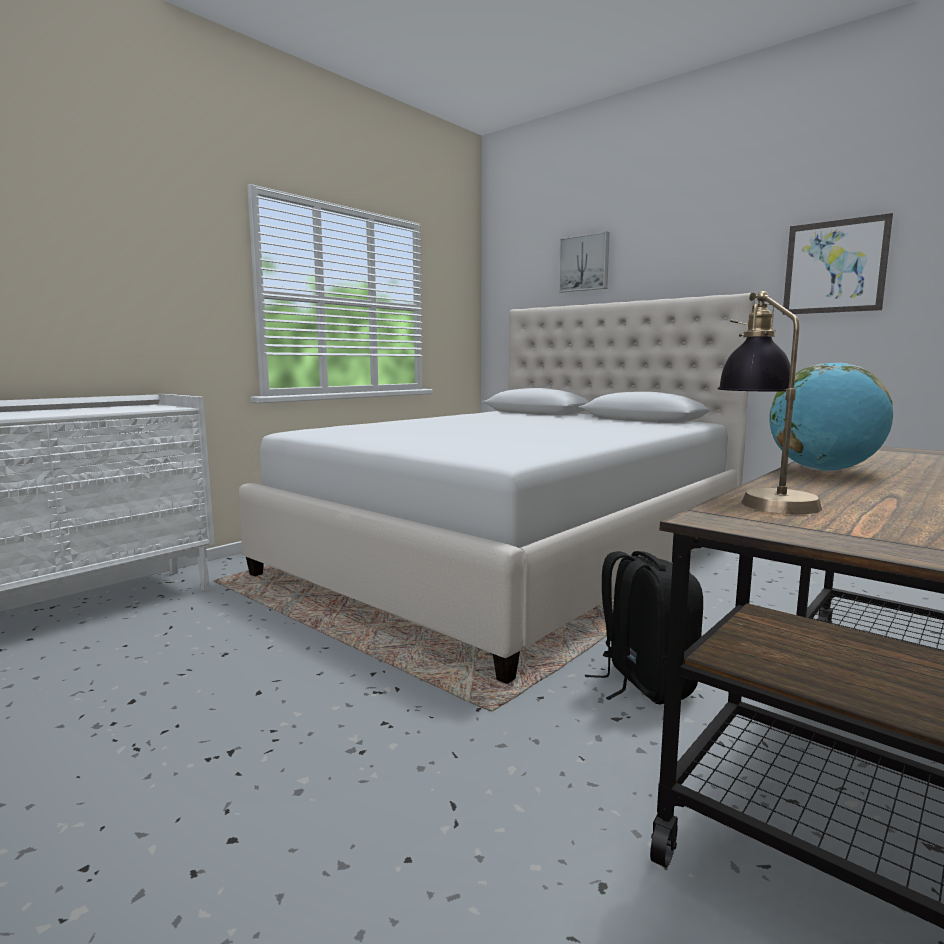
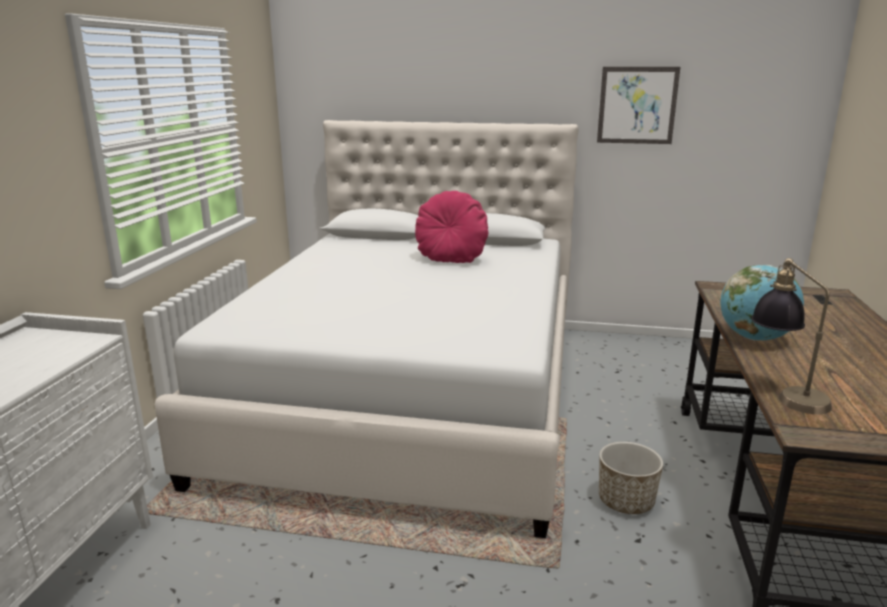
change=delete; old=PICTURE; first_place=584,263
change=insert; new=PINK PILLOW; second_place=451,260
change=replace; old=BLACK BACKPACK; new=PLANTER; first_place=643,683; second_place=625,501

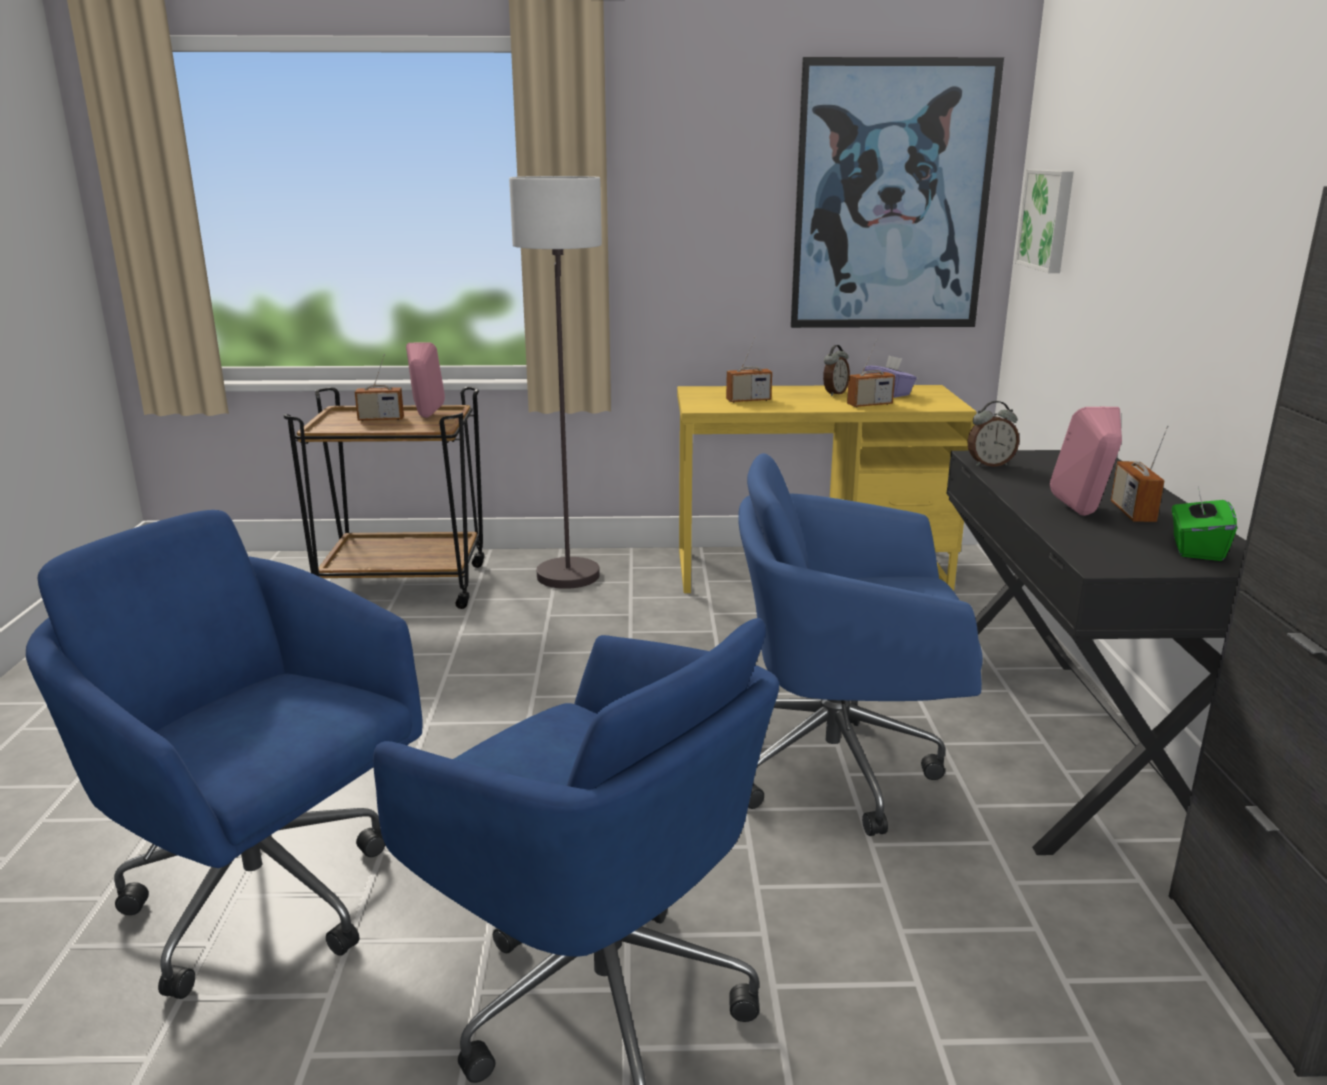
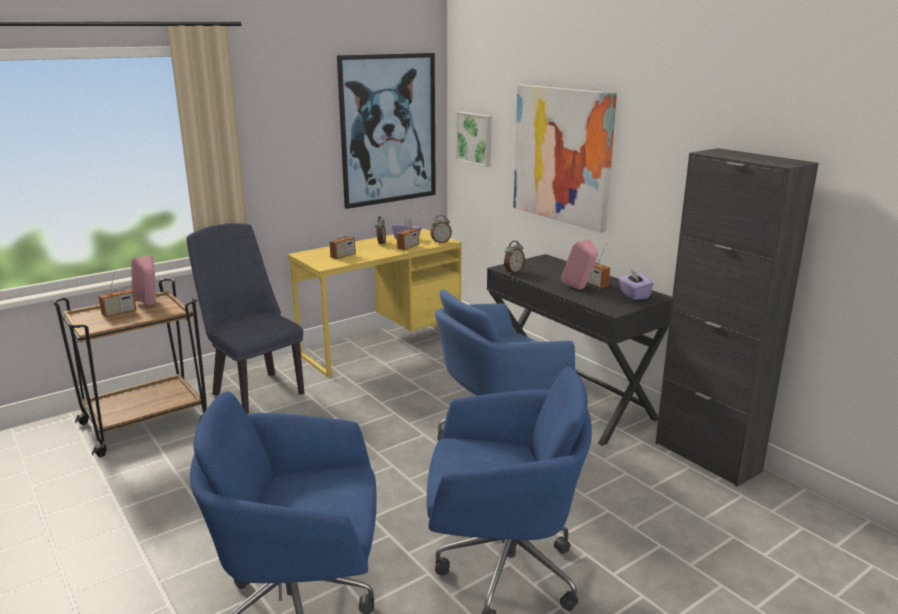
change=insert; new=ALARM CLOCK; second_place=440,242
change=insert; new=PICTURE; second_place=562,155
change=replace; old=WHITE FLOOR LAMP; new=BLUE CHAIR; first_place=569,583; second_place=254,390
change=recolor; old=GREEN TISSUE BOX; new=PURPLE TISSUE BOX; first_place=1196,548; second_place=634,295

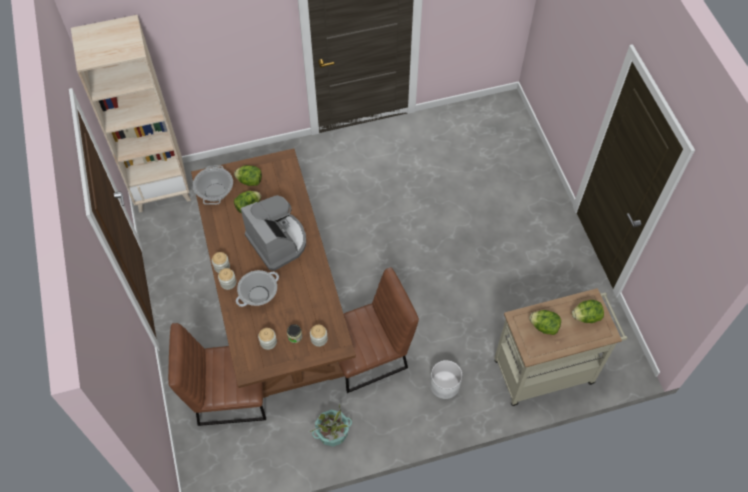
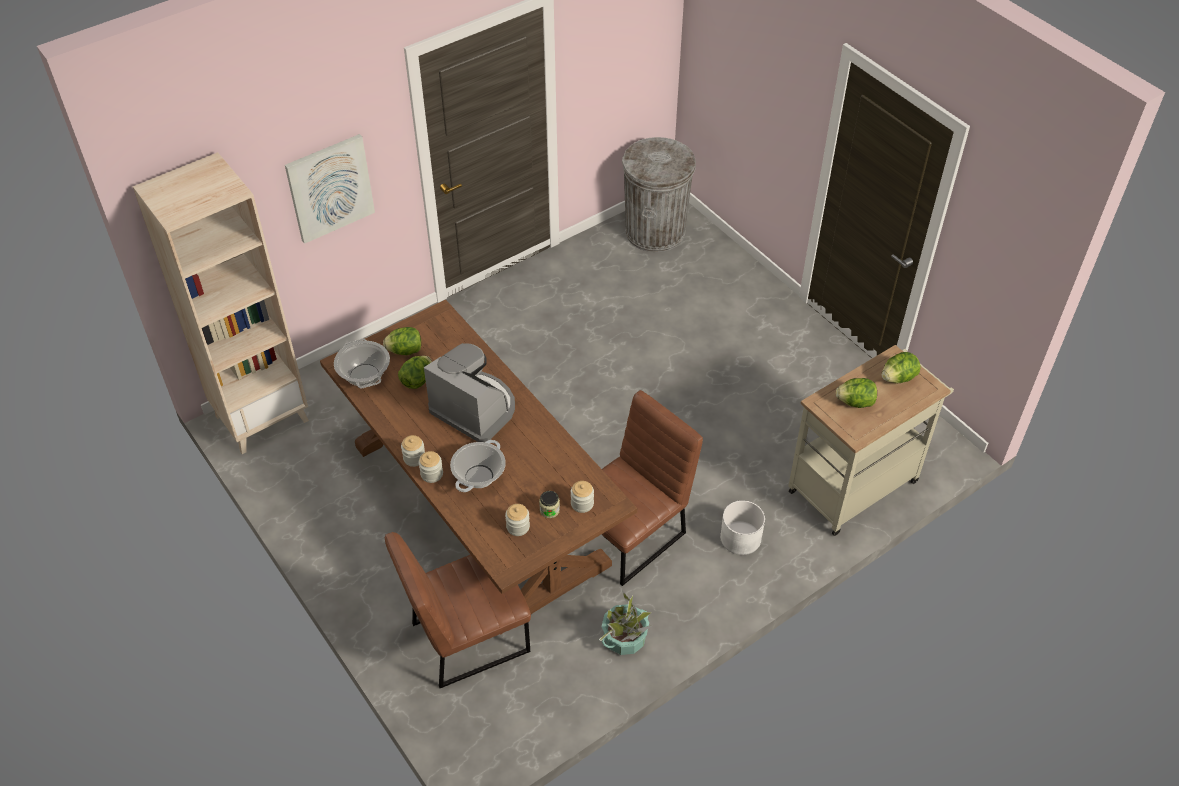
change=insert; new=PICTURE; second_place=330,188
change=insert; new=GREY TRASH CAN; second_place=655,232

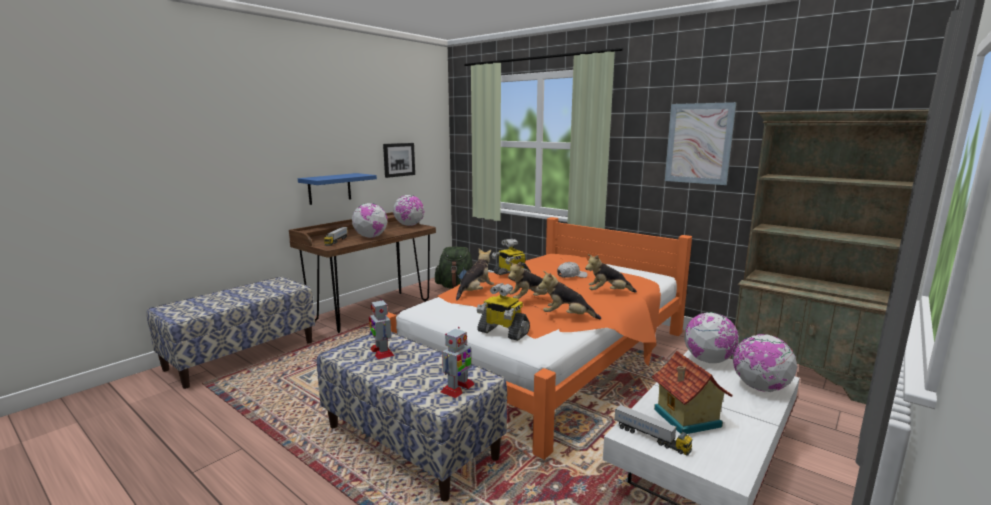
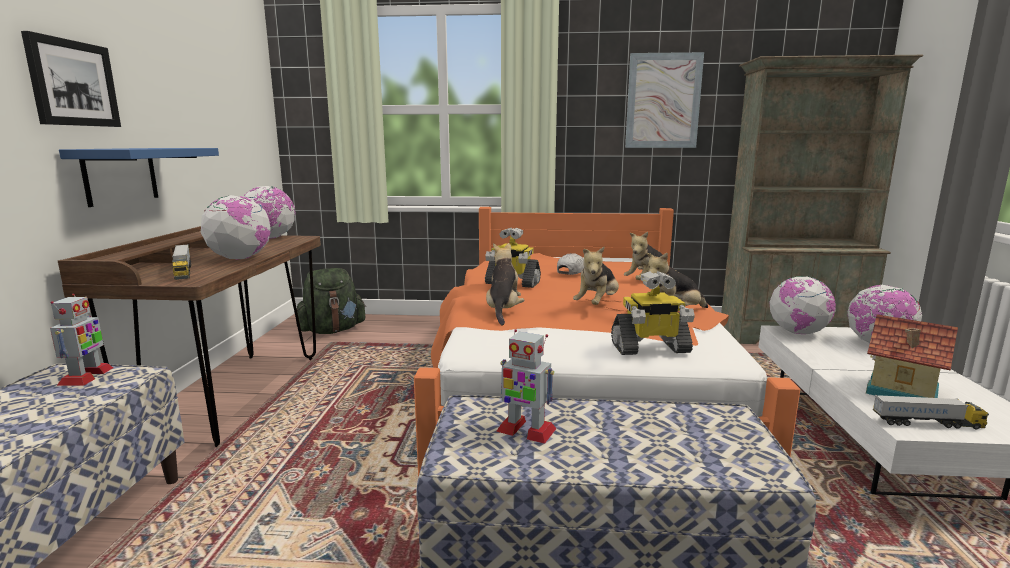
change=move; old=PICTURE; first_place=398,159; second_place=72,83
change=move; old=TOY ROBOT; first_place=457,388; second_place=86,377

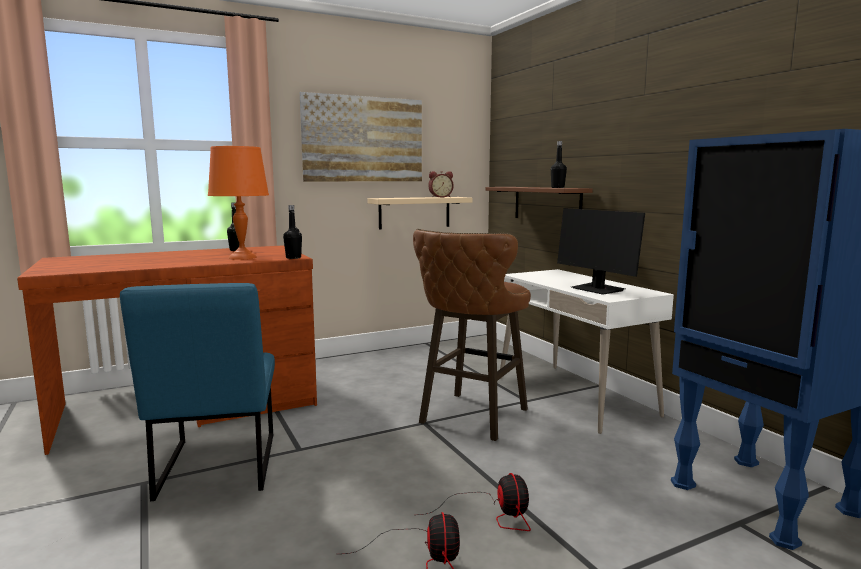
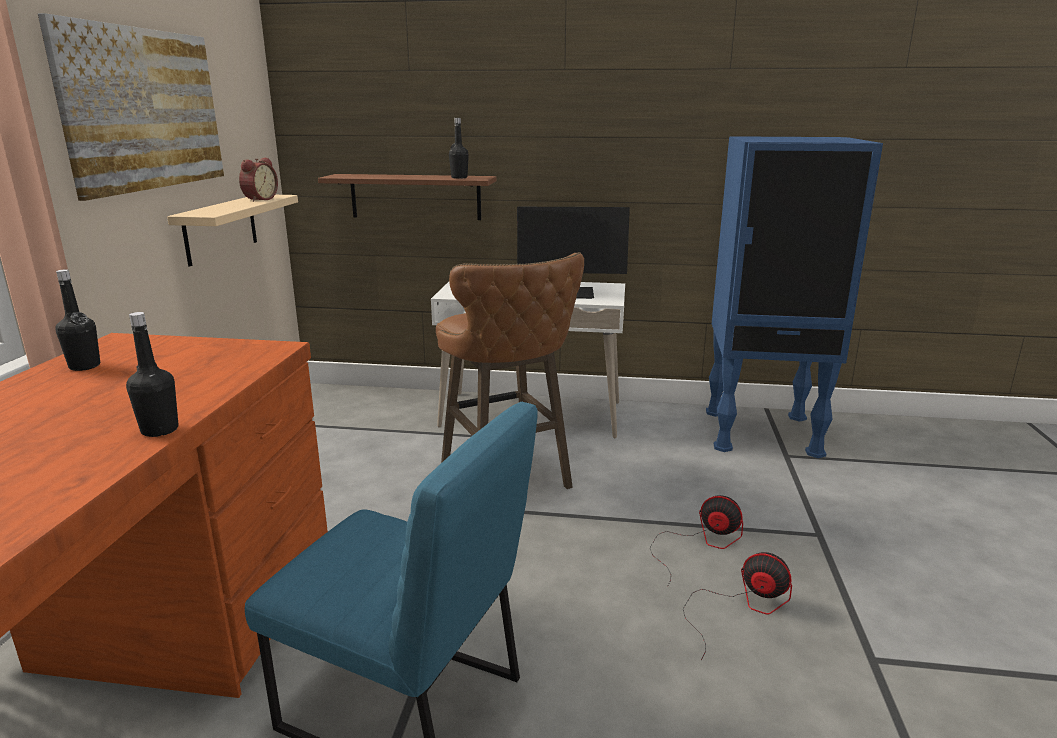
change=delete; old=ORANGE TABLE LAMP; first_place=242,257
change=move; old=BLACK BOTTLE; first_place=293,258; second_place=160,430

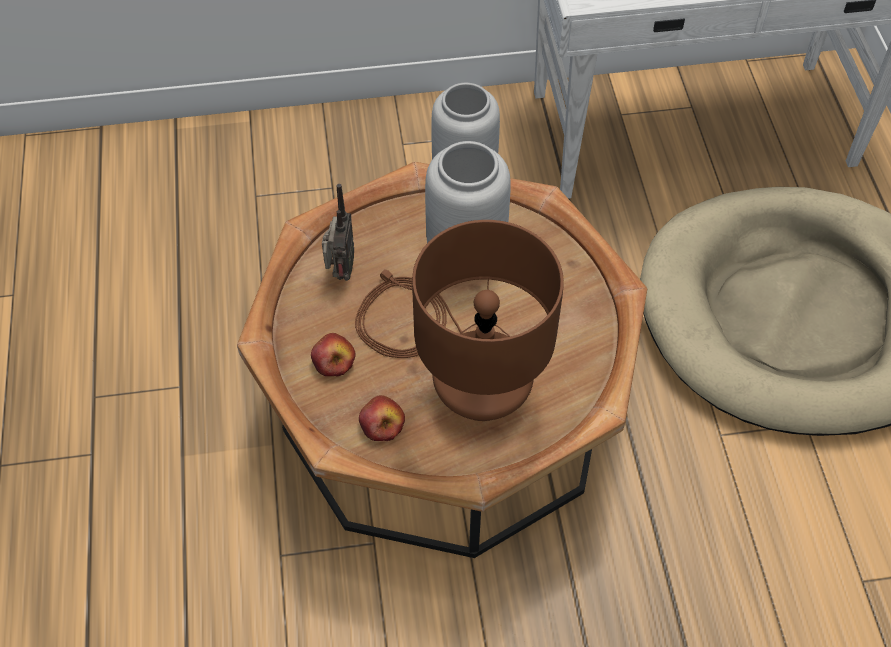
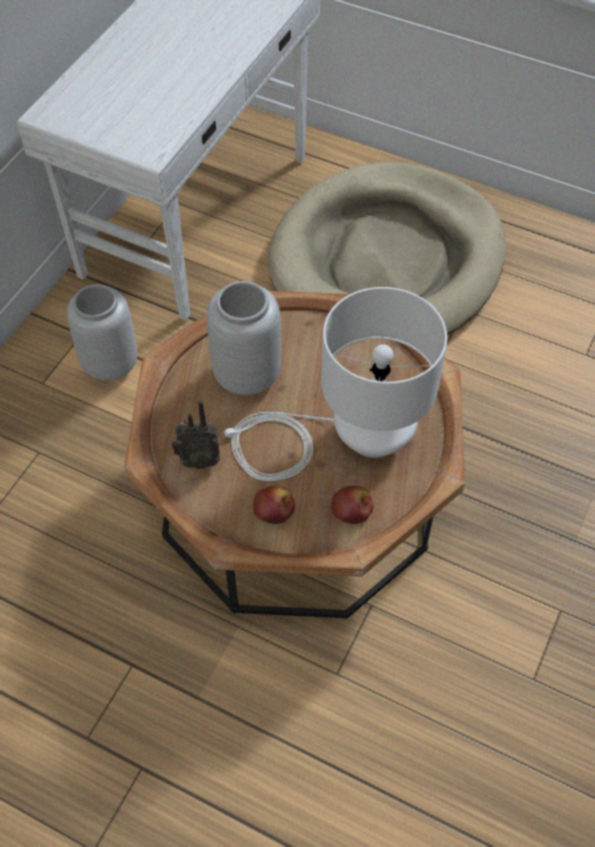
change=recolor; old=BROWN TABLE LAMP; new=WHITE TABLE LAMP; first_place=450,363; second_place=334,439
change=rotate; old=RADIO; first_place=340,272; second_place=198,460; degrees=135

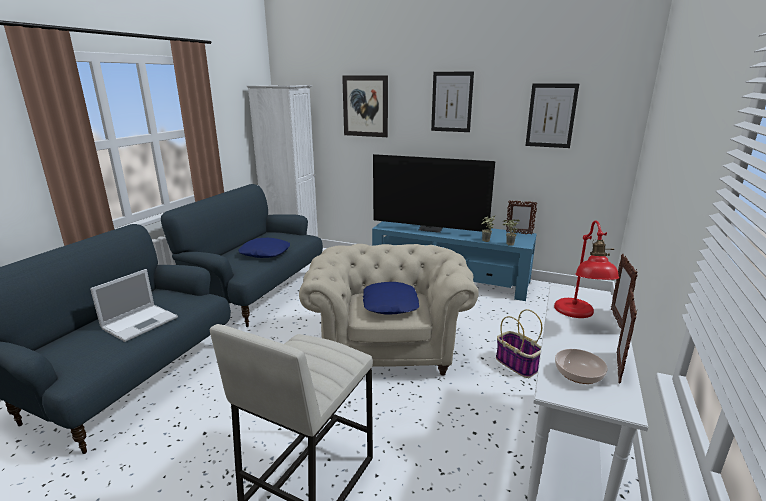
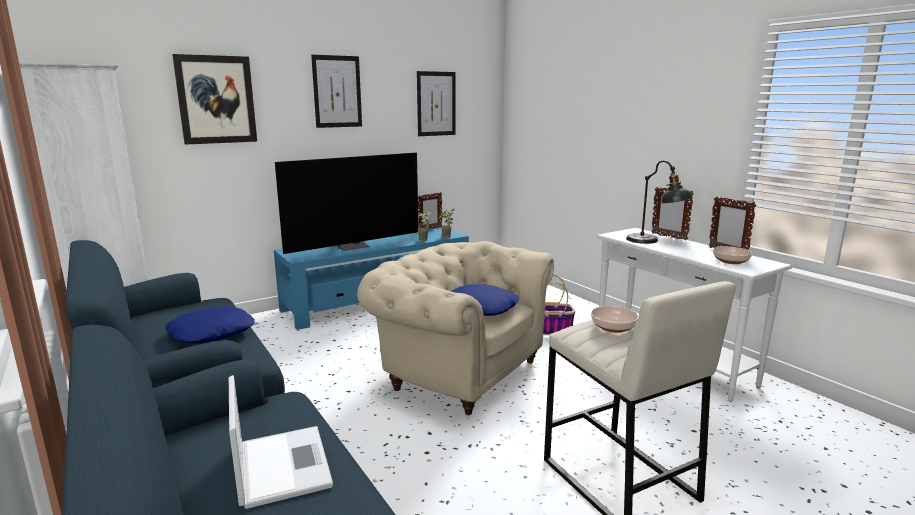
change=insert; new=BOWL; second_place=614,327
change=recolor; old=RED TABLE LAMP; new=GREY TABLE LAMP; first_place=580,317; second_place=655,241

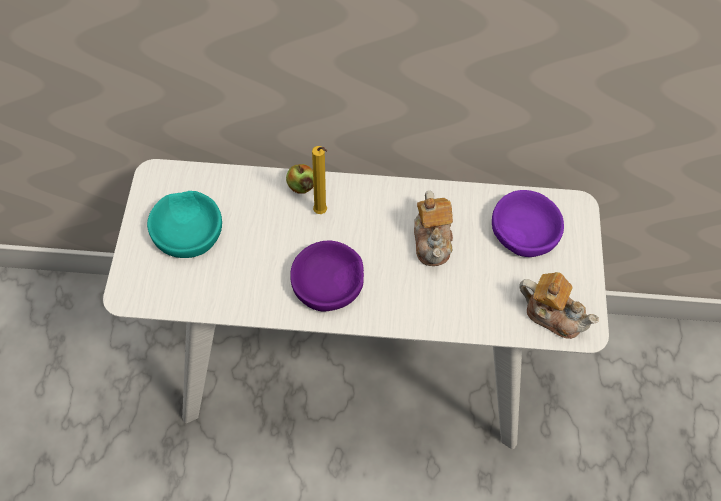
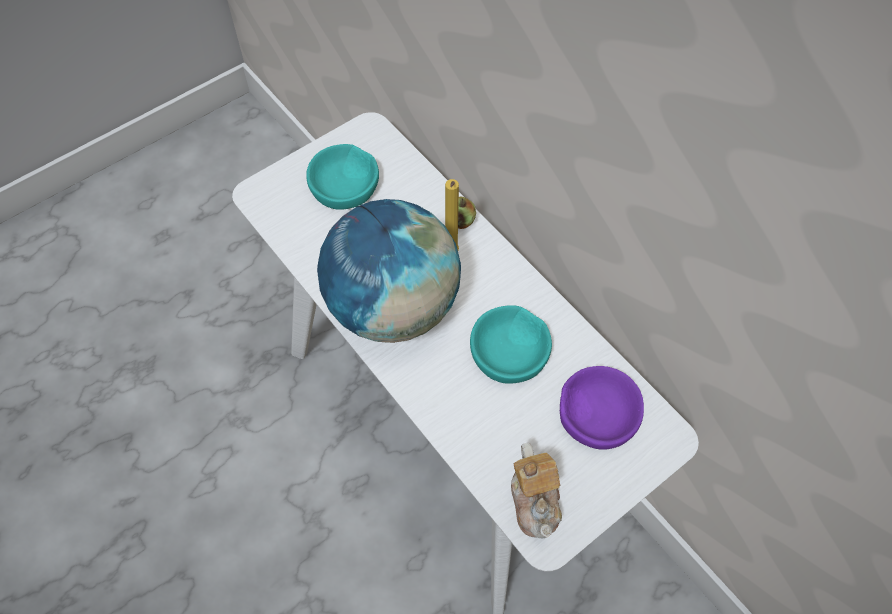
change=replace; old=PURPLE BOWL; new=GLOBE; first_place=327,282; second_place=393,307
change=replace; old=TEAPOT; new=TURQUOISE BOWL; first_place=432,240; second_place=509,350

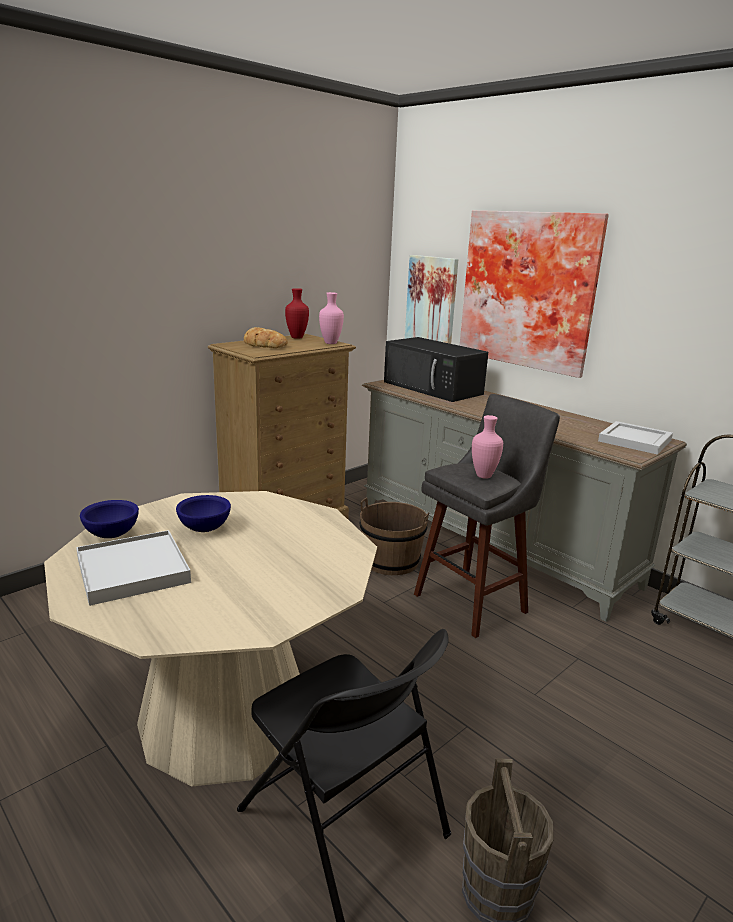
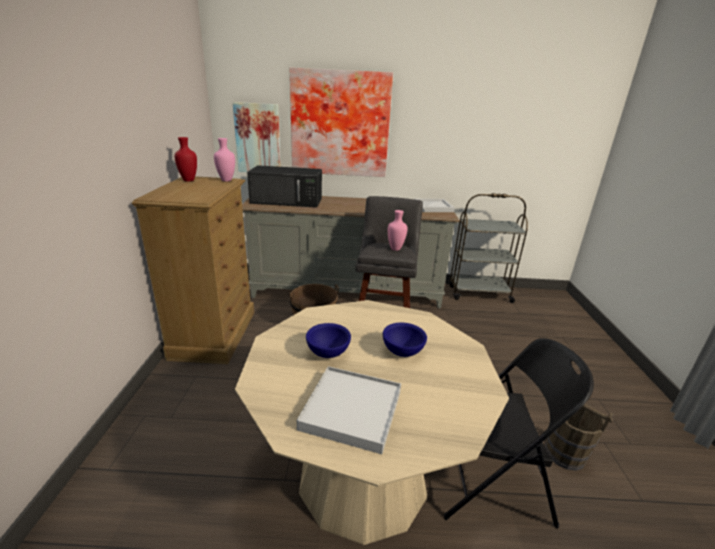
change=delete; old=BREAD; first_place=263,344
change=move; old=BLUE BOWL; first_place=111,535; second_place=403,352

